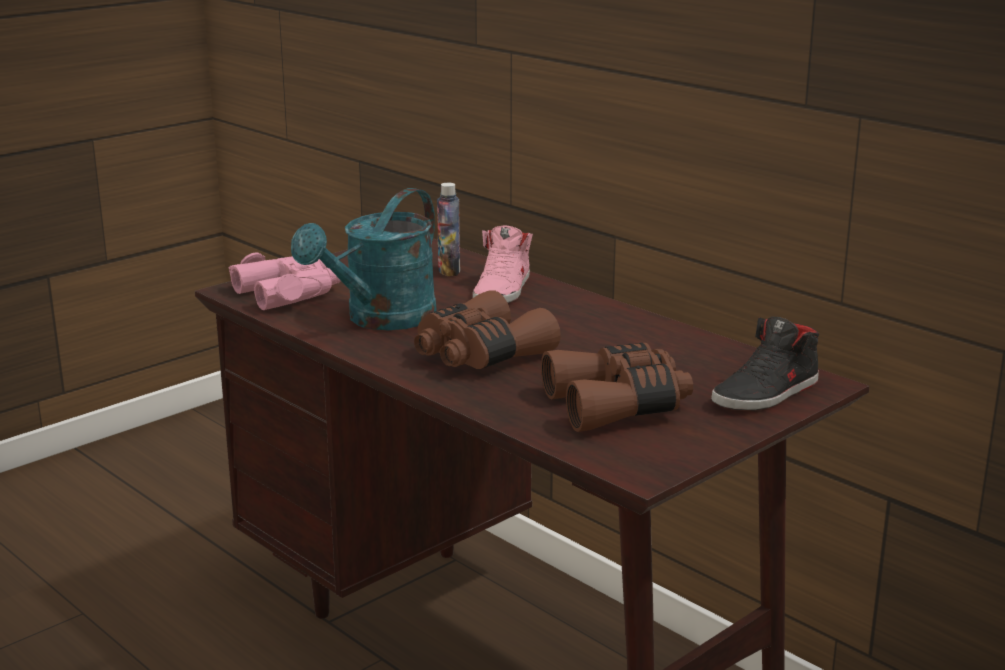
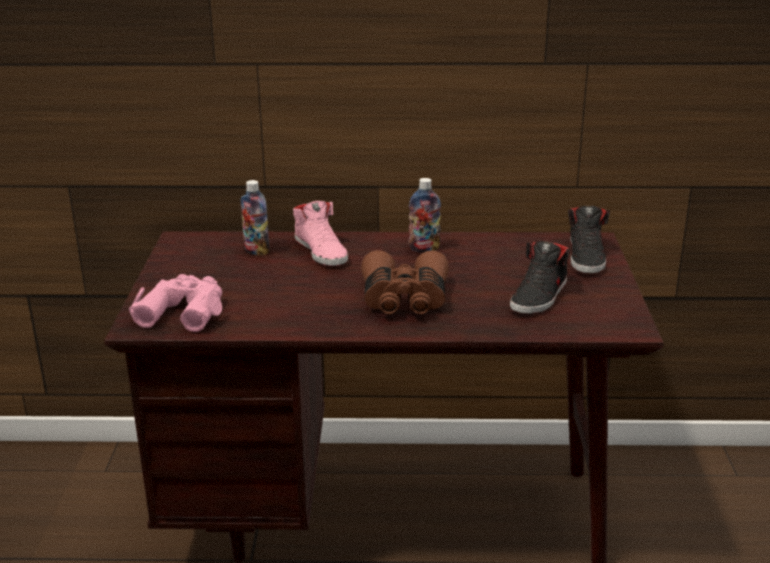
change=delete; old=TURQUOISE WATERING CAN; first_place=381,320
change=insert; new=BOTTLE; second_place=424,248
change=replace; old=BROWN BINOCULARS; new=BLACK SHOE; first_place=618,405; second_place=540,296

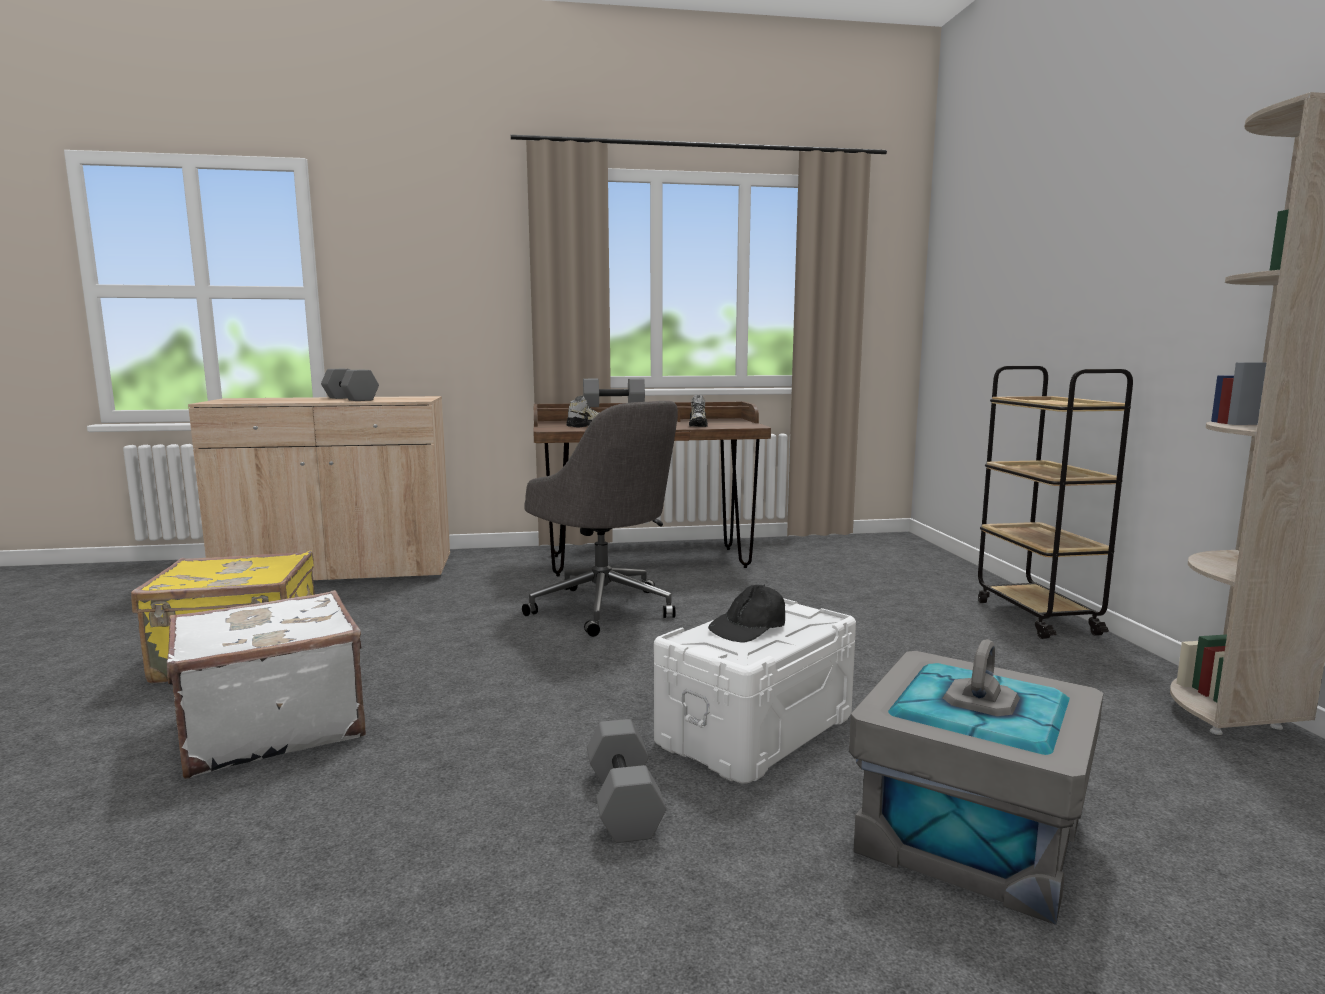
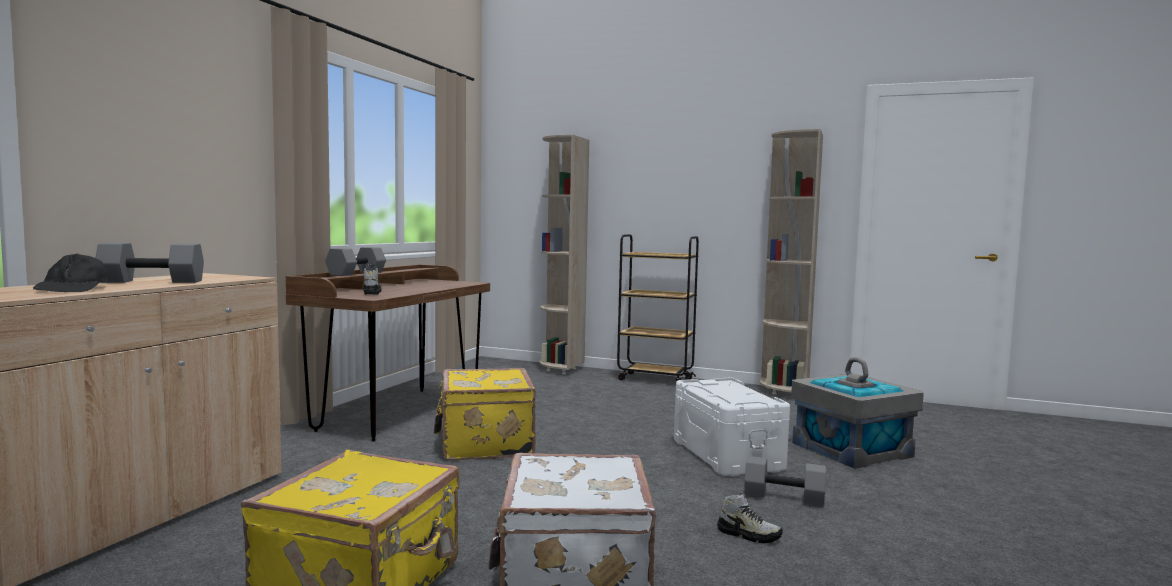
change=insert; new=BEIGE BOOKCASE; second_place=558,369
change=move; old=SHOE; first_place=698,425; second_place=748,535
change=move; old=BLACK CAP; first_place=749,626; second_place=73,288
change=replace; old=GREY OFFICE CHAIR; new=YELLOW SUITCASE; first_place=604,609; second_place=484,444

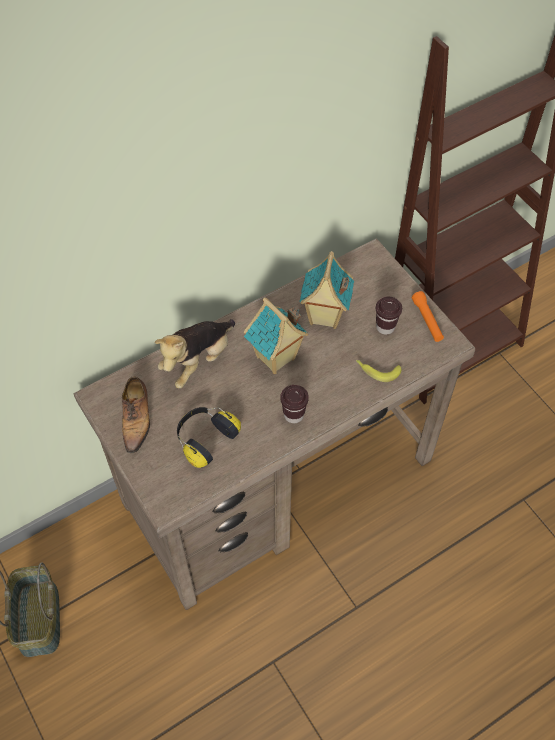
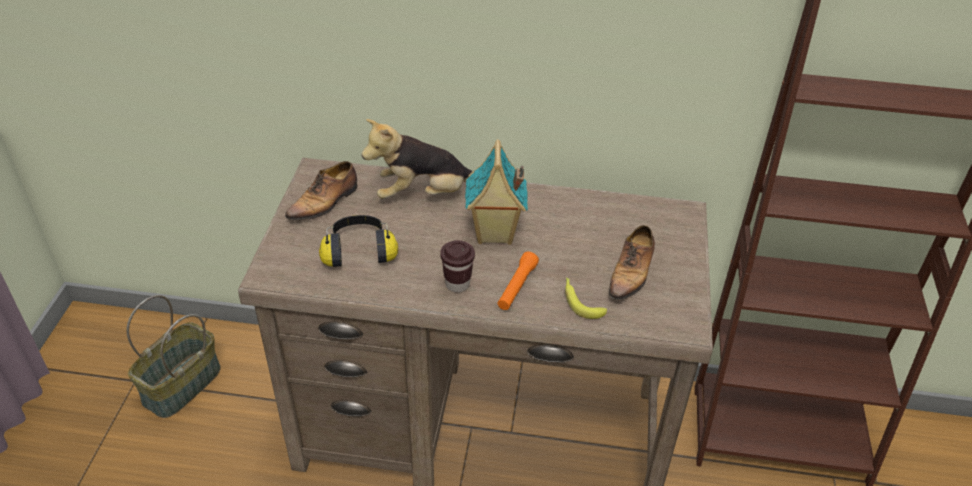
change=delete; old=TOY HOUSE; first_place=324,316
change=move; old=ORANGE FLASHLIGHT; first_place=427,320; second_place=517,287
change=replace; old=BROWN CUP; new=SHOE; first_place=385,327; second_place=631,273

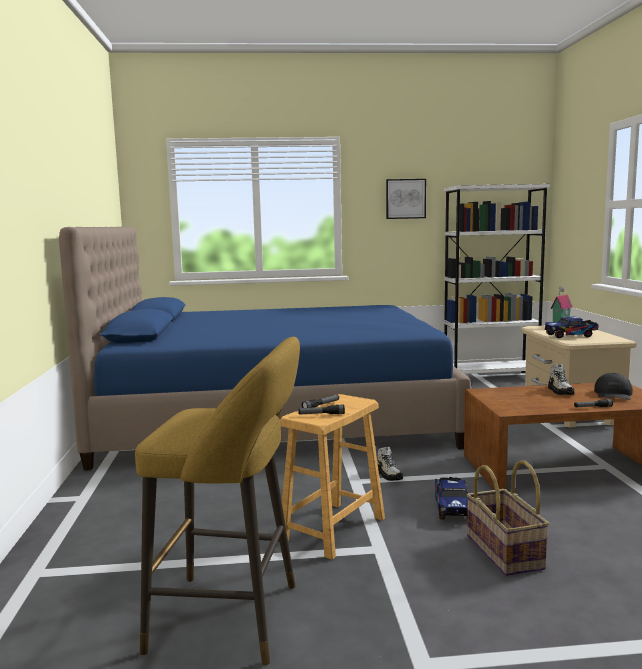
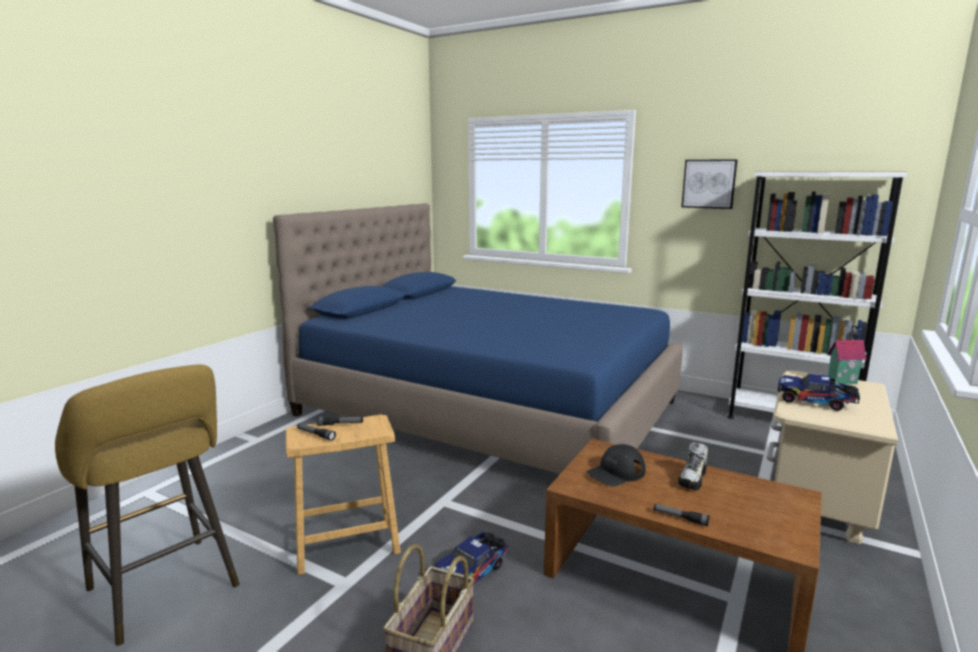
change=delete; old=SHOE; first_place=389,475
change=move; old=BLACK CAP; first_place=613,394; second_place=616,472

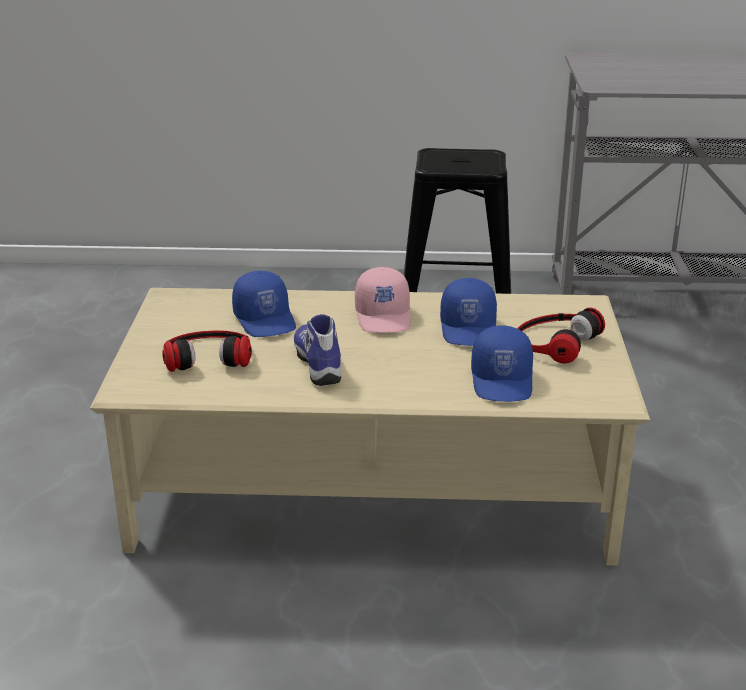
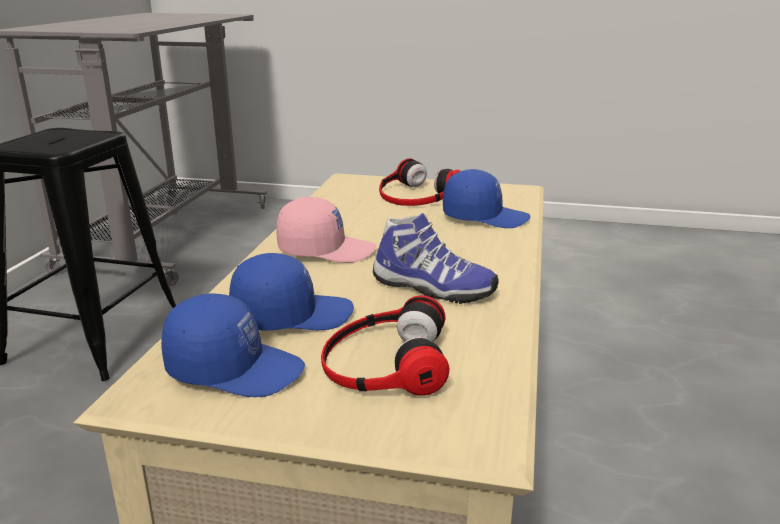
change=move; old=BLUE CAP; first_place=469,328; second_place=235,368
change=rotate; old=SHOE; first_place=320,364; second_place=431,289; degrees=-150

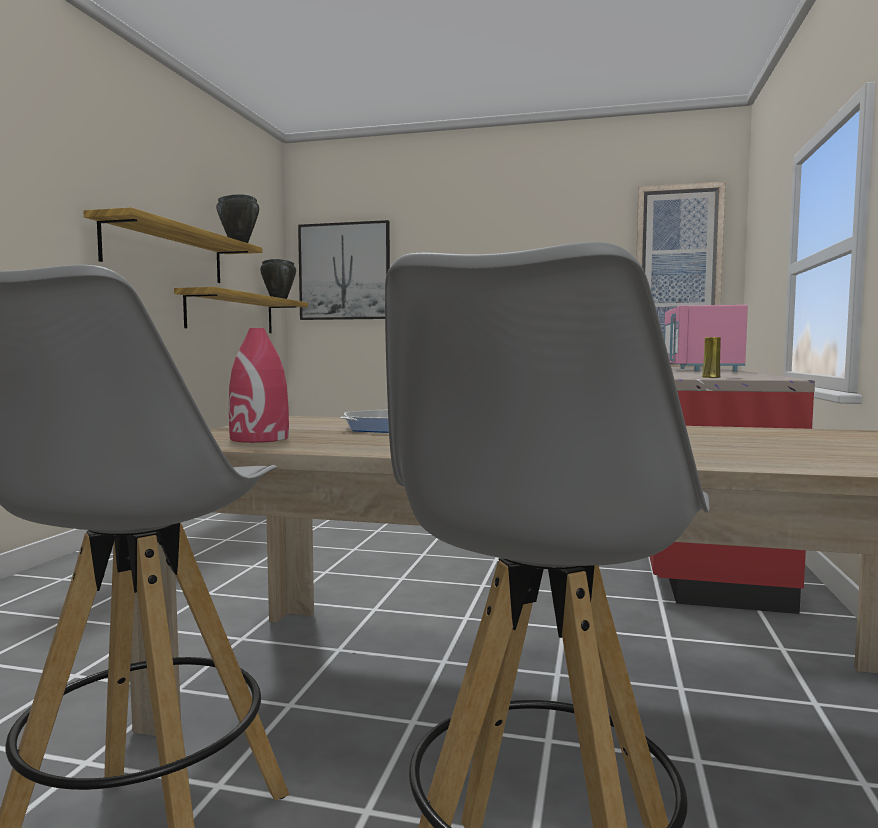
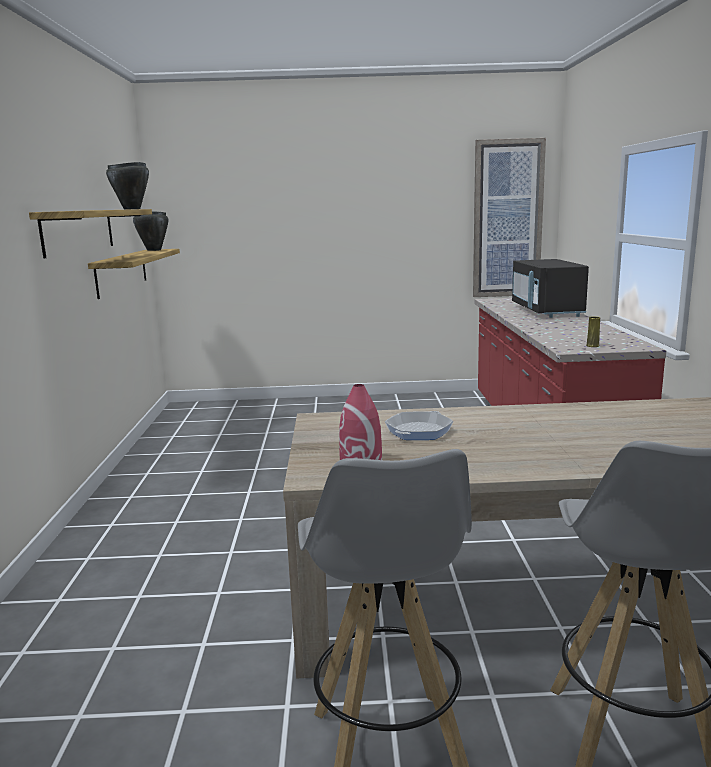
change=delete; old=PICTURE; first_place=344,271
change=recolor; old=PINK MICROWAVE; new=BLACK MICROWAVE; first_place=700,369; second_place=546,311

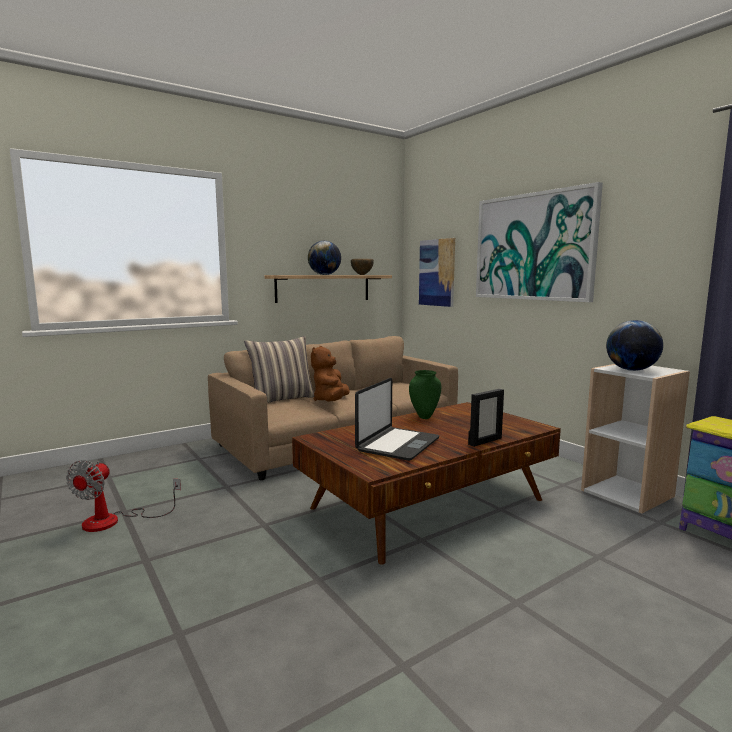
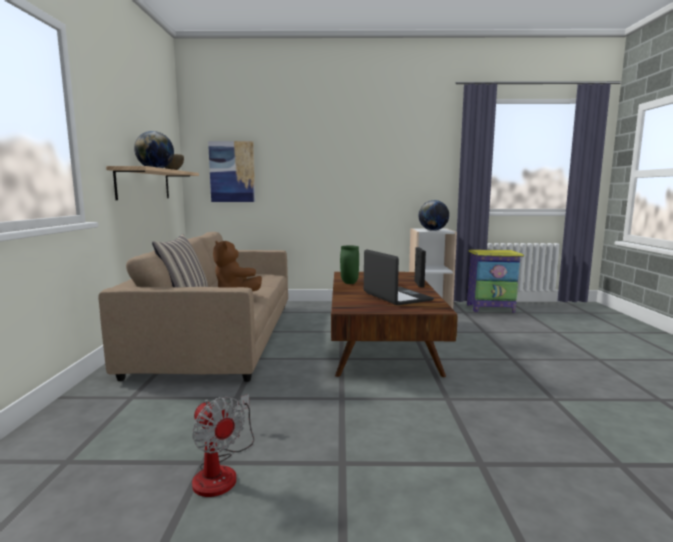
change=delete; old=PICTURE; first_place=533,247

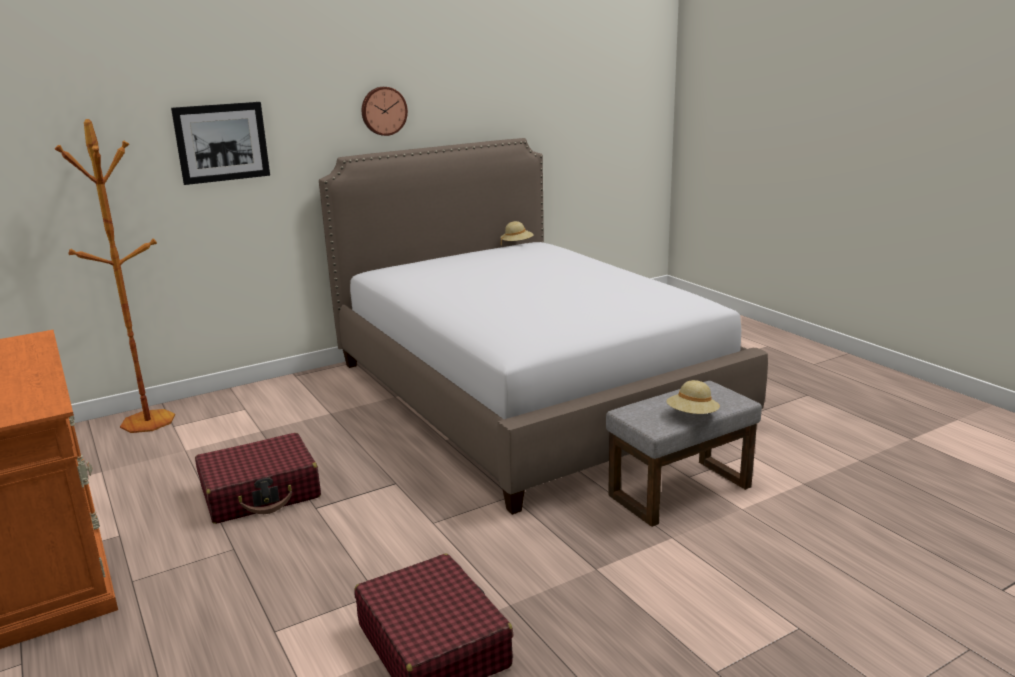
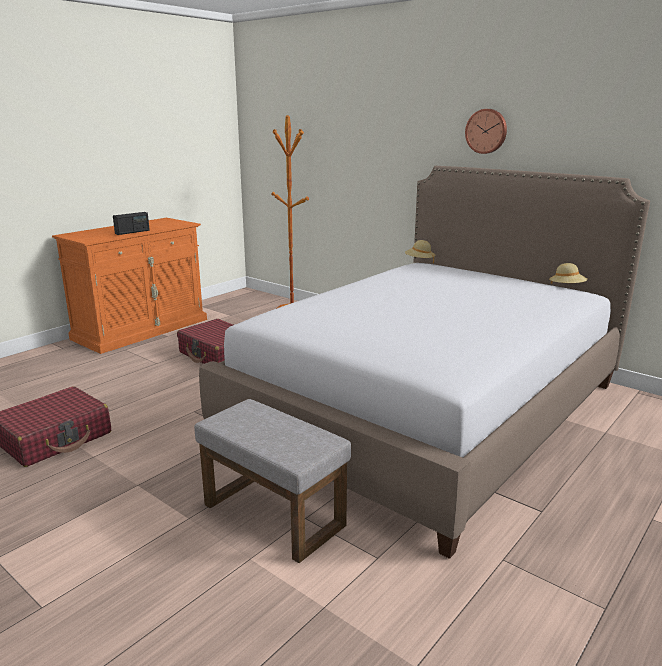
change=delete; old=PICTURE; first_place=222,142
change=insert; new=RADIO; second_place=132,232
change=move; old=BEIGE HAT; first_place=692,415; second_place=419,261

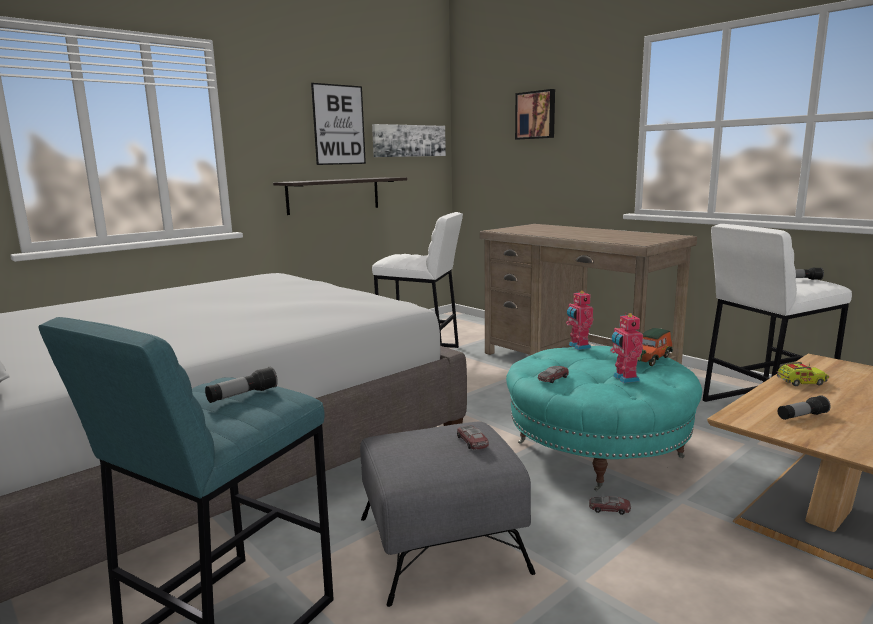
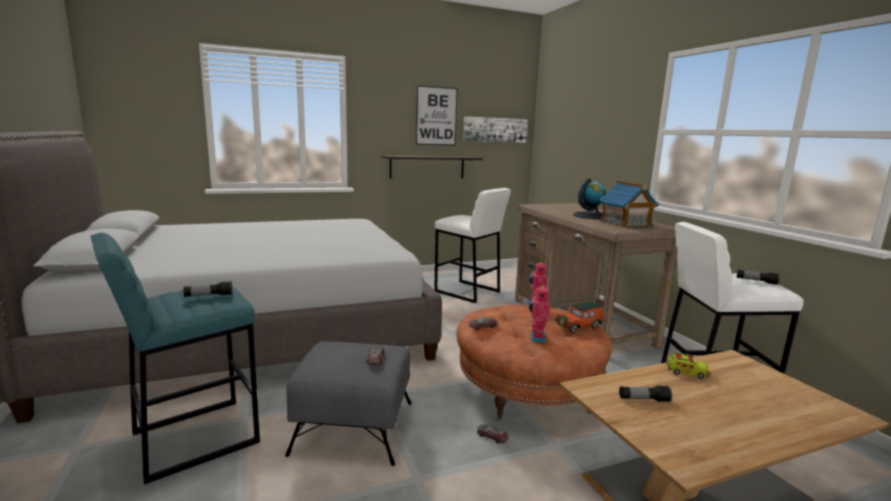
change=delete; old=PICTURE; first_place=536,115
change=insert; new=GLOBE; second_place=590,216
change=insert; new=TOY HOUSE; second_place=625,224
change=recolor; old=TURQUOISE OTTOMAN; new=BROWN OTTOMAN; first_place=597,450; second_place=527,391

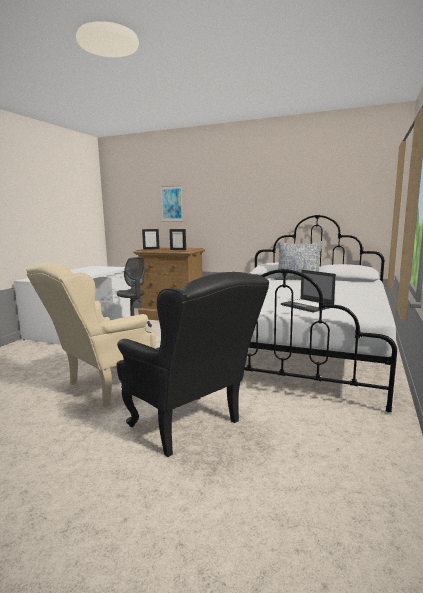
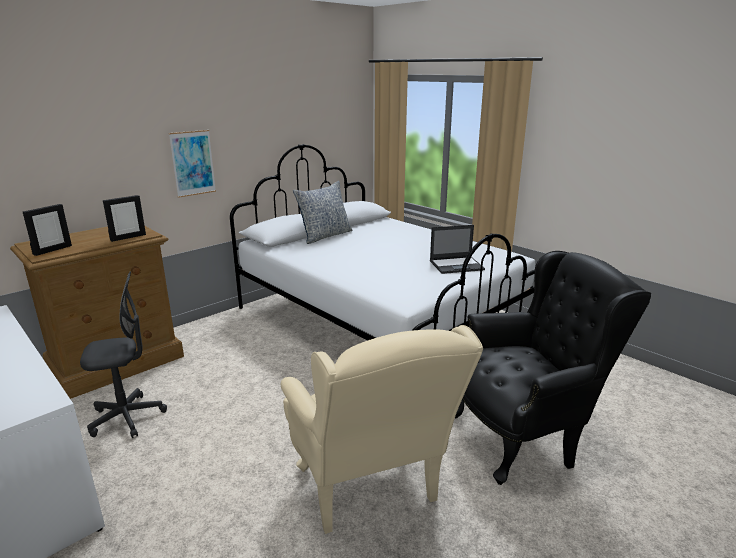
change=move; old=PICTURE; first_place=172,204; second_place=193,163

